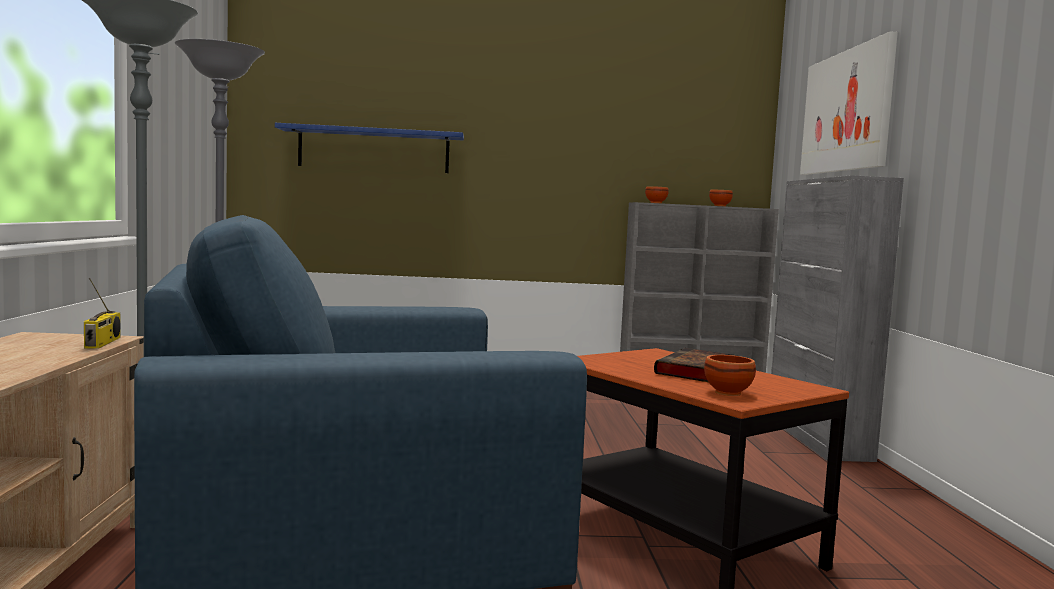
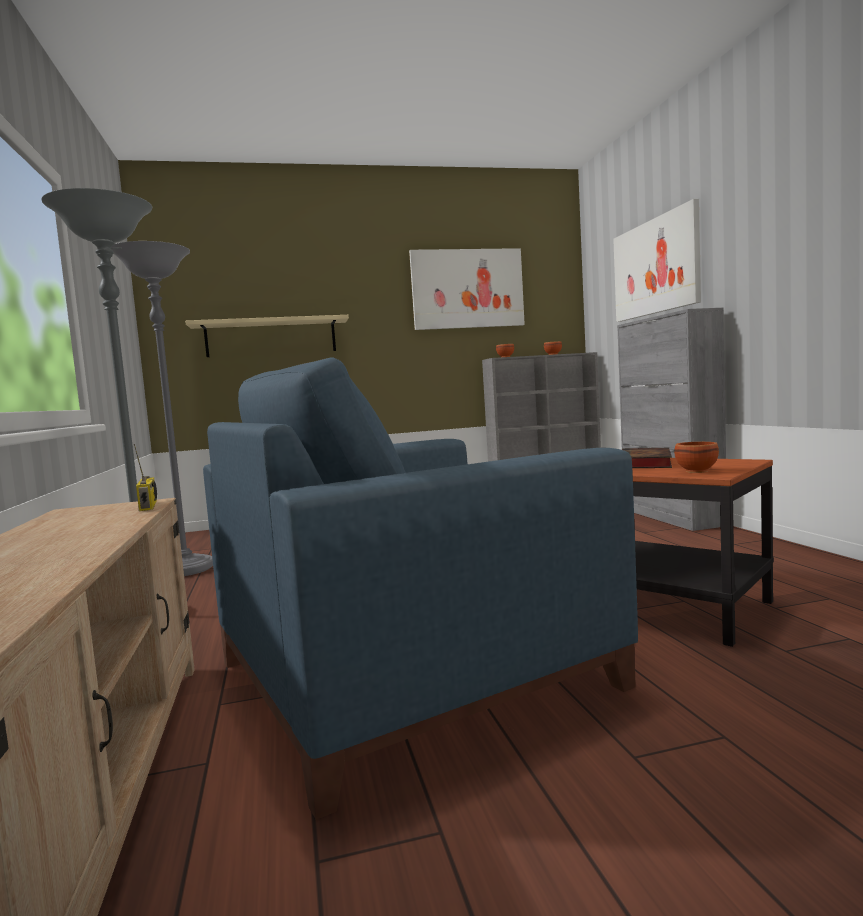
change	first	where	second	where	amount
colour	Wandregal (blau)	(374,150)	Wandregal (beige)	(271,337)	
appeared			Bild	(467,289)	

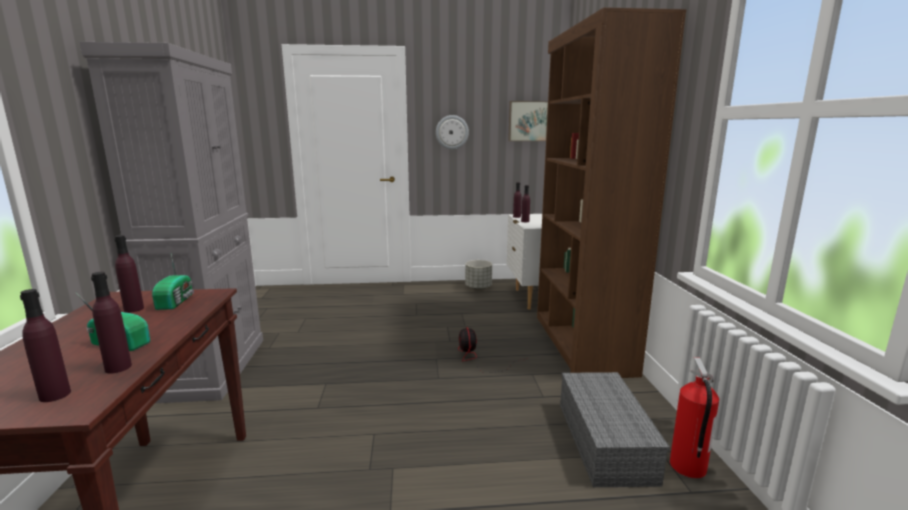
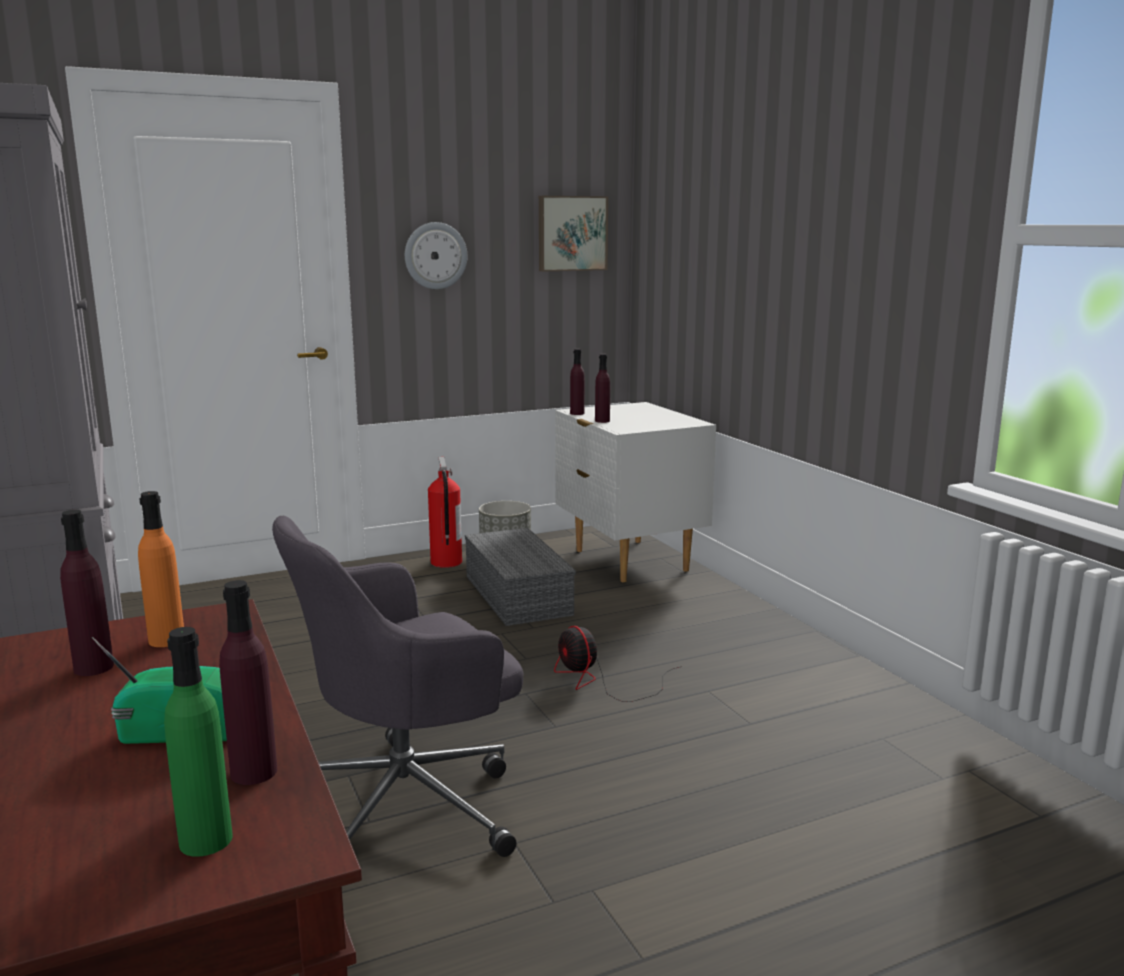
change	first	where	second	where	amount
exchanged	Radio	(177,301)	Flasche (orange)	(166,640)	
colour	Flasche (lila)	(55,395)	Flasche (grün)	(205,840)	
appeared			Bürostuhl (grau)	(408,805)	
relocated	Feuerlöscher	(687,467)		(445,563)	
relocated	Aufbewahrungsbox (grau)	(602,440)		(515,594)	
missing	Bücherregal (braun)	(581,343)			

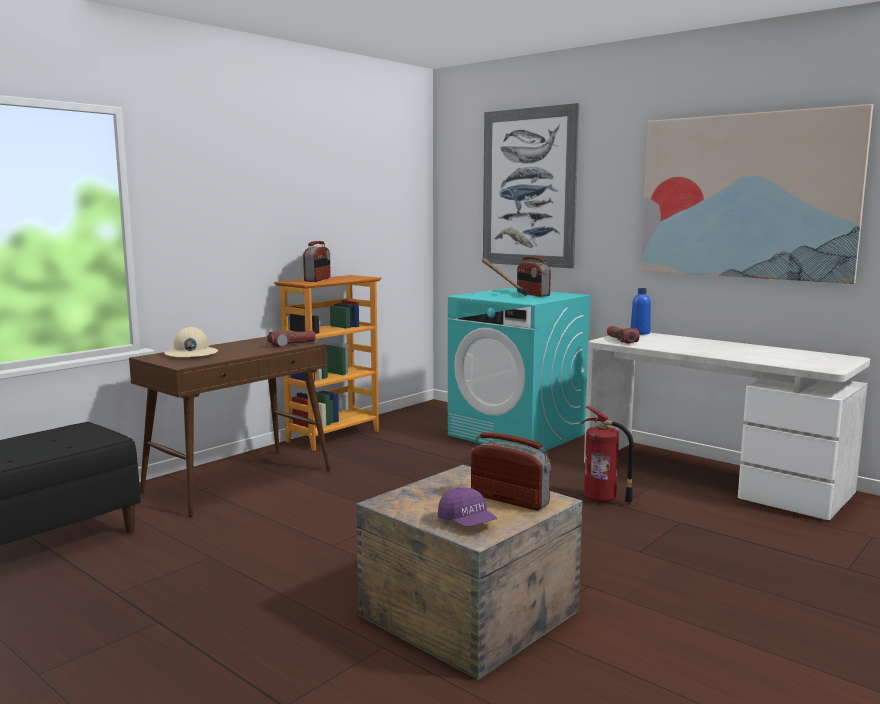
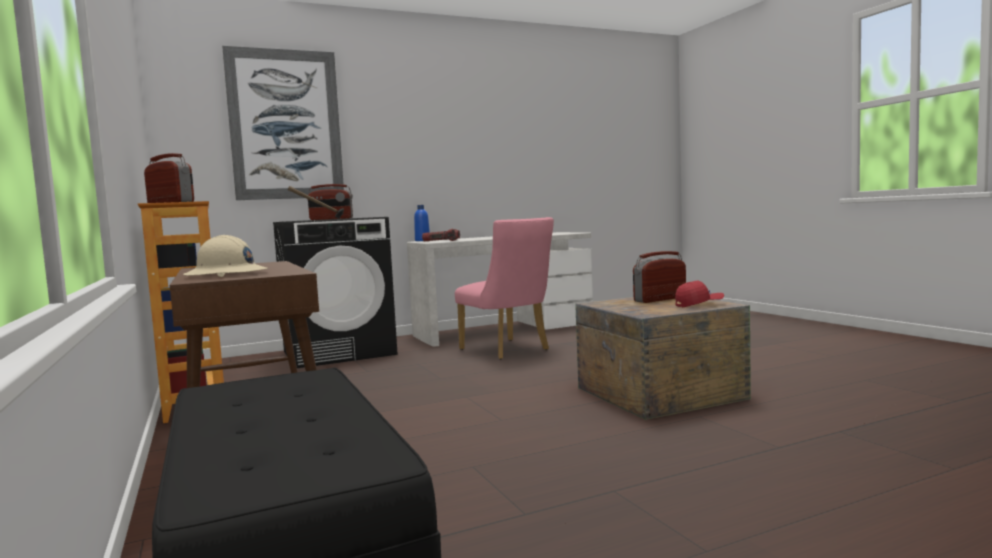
change	first	where	second	where	amount
colour	Waschmaschine (türkis)	(517,435)	Waschmaschine (schwarz)	(339,353)	
exchanged	Feuerlöscher	(602,500)	Stuhl (rosa)	(508,350)	
colour	Kappe (lila)	(467,523)	Kappe (rot)	(699,305)	
missing	Taschenlampe	(292,345)			
missing	Bild	(746,196)			

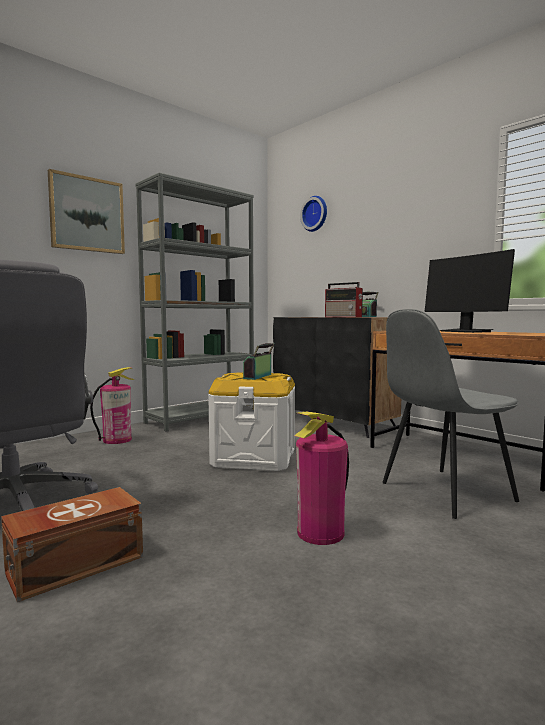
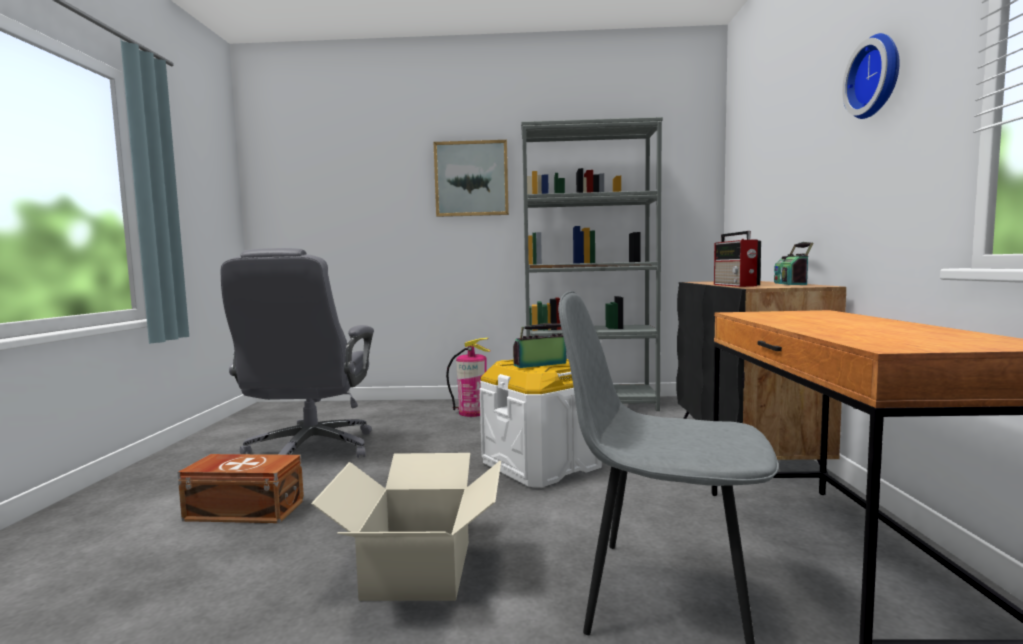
change	first	where	second	where	amount
exchanged	Feuerlöscher	(320,533)	Karton	(417,569)	
relocated	Wanduhr	(315,214)		(877,77)	
missing	Monitor	(465,331)			

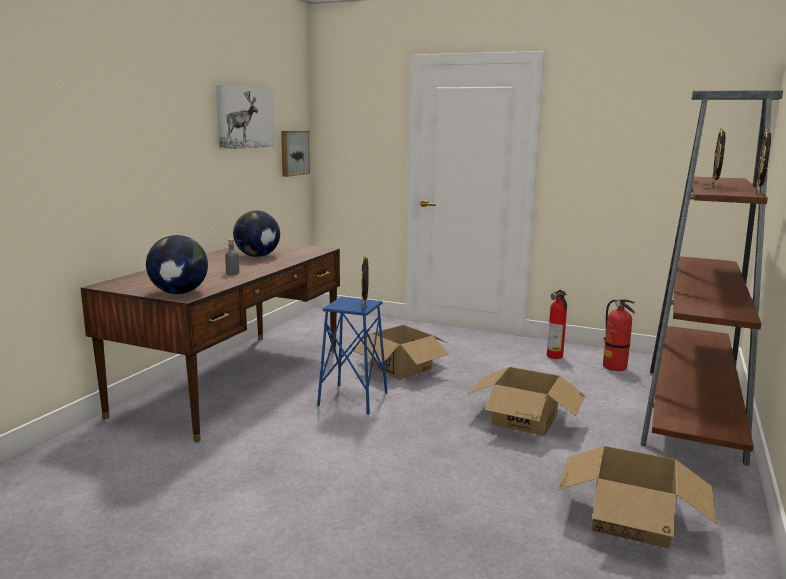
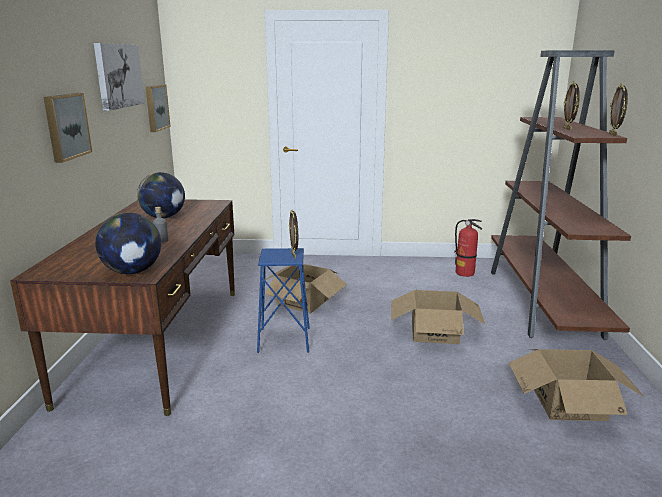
change	first	where	second	where	amount
appeared			Bild	(65,126)	
missing	Feuerlöscher	(555,356)			

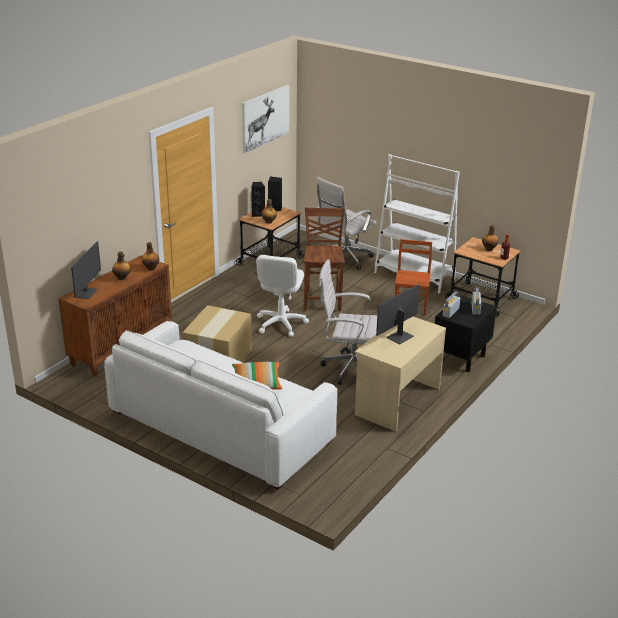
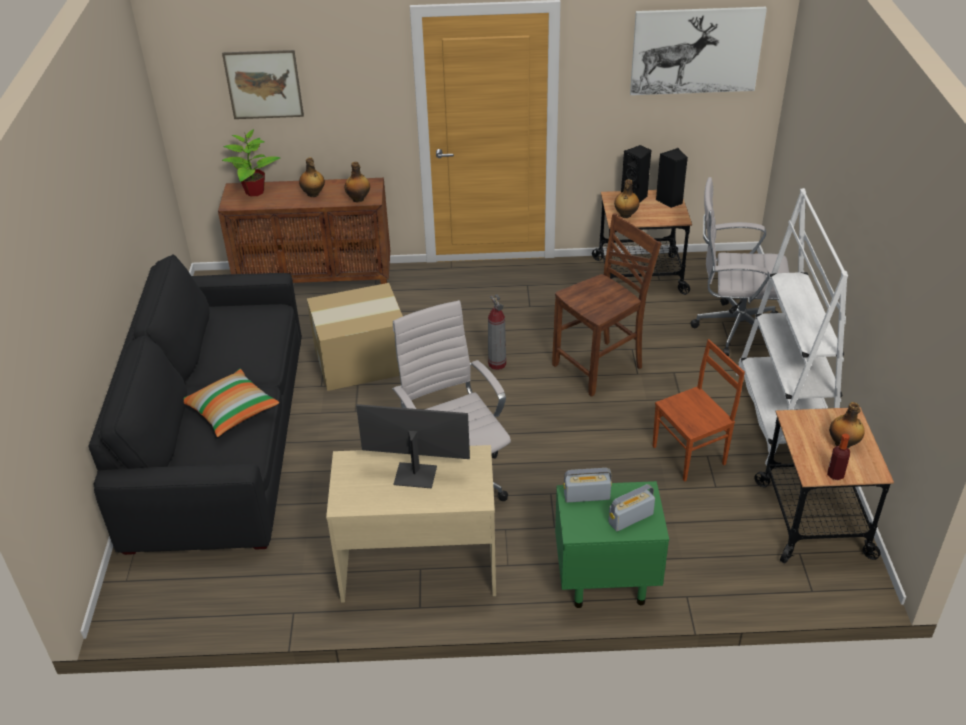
change	first	where	second	where	amount
colour	Sofa (weiß)	(220,426)	Sofa (schwarz)	(219,437)	
appeared			Bild	(263,84)	
exchanged	Monitor	(86,293)	Topfpflanze	(254,191)	
exchanged	Bürostuhl (weiß)	(280,323)	Feuerlöscher	(497,364)	
colour	Nachttisch (schwarz)	(460,358)	Nachttisch (grün)	(604,580)	

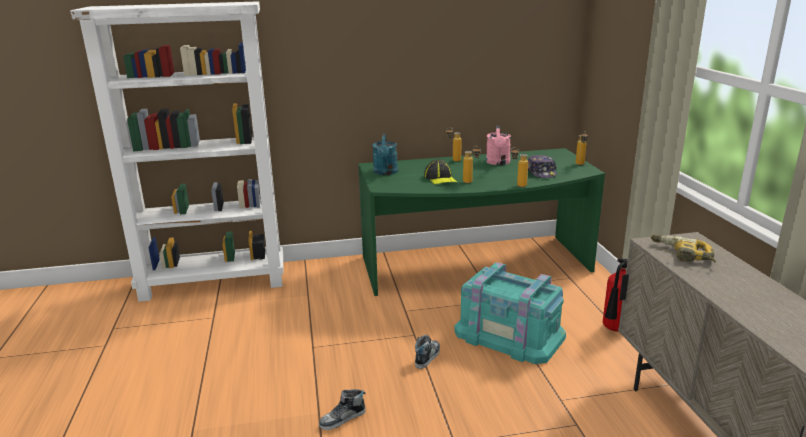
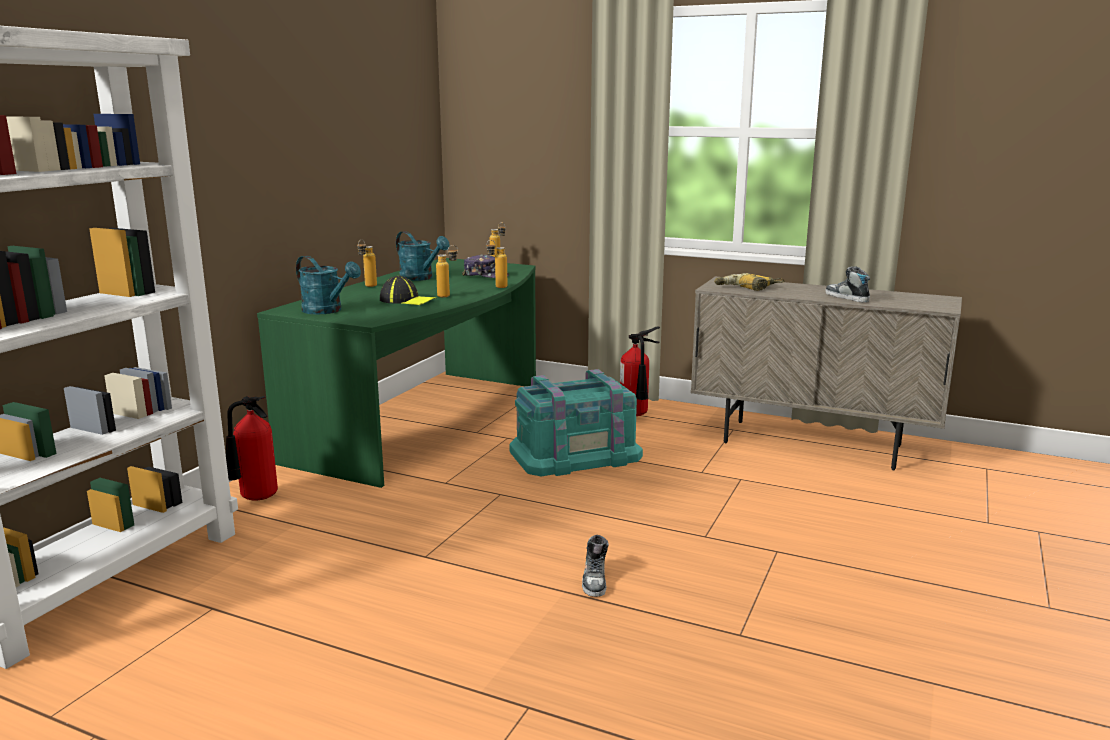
change	first	where	second	where	amount
appeared			Feuerlöscher	(255,499)	
colour	Gießkanne (rosa)	(498,163)	Gießkanne (türkis)	(421,278)	
relocated	Schuh	(427,357)		(846,297)	

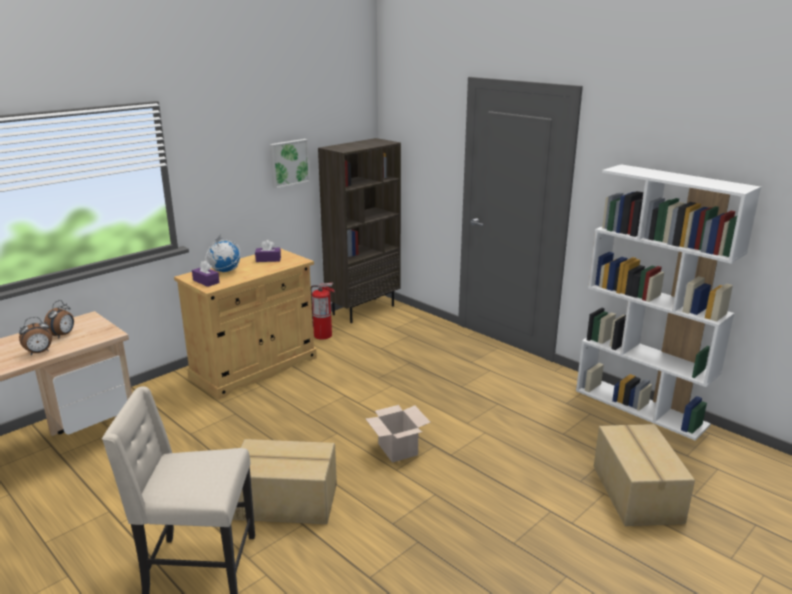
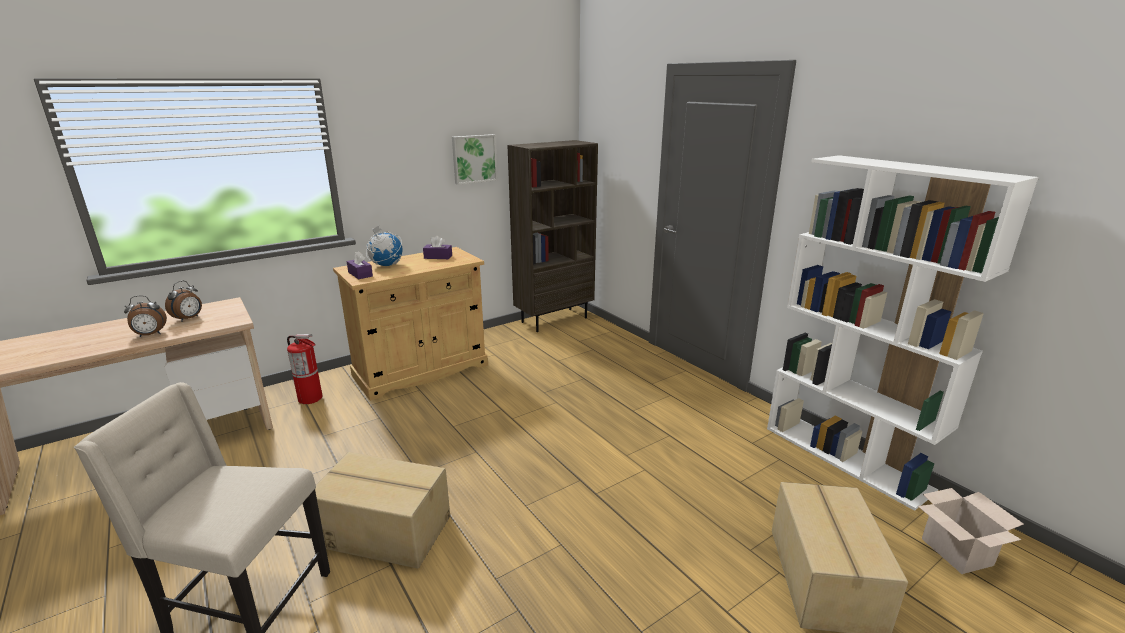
change	first	where	second	where	amount
relocated	Feuerlöscher	(323,335)		(310,398)	
relocated	Karton	(396,449)		(954,551)	

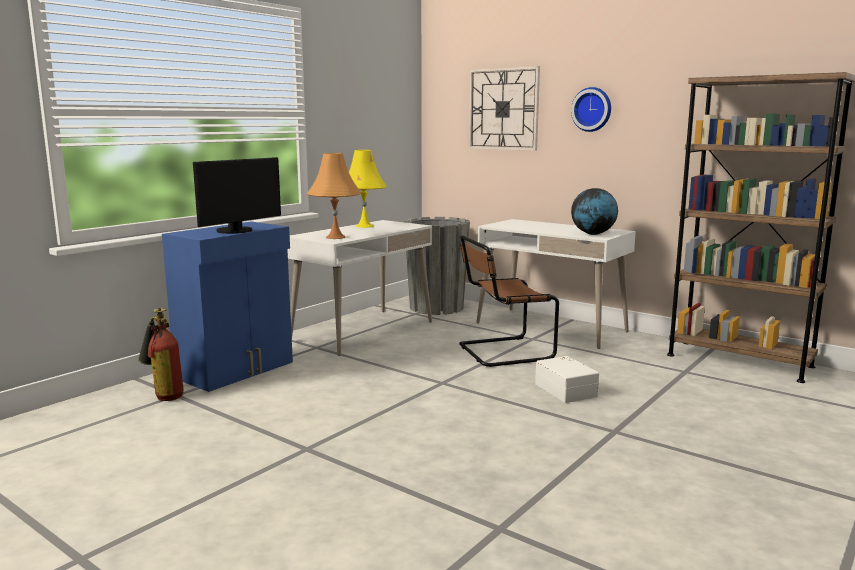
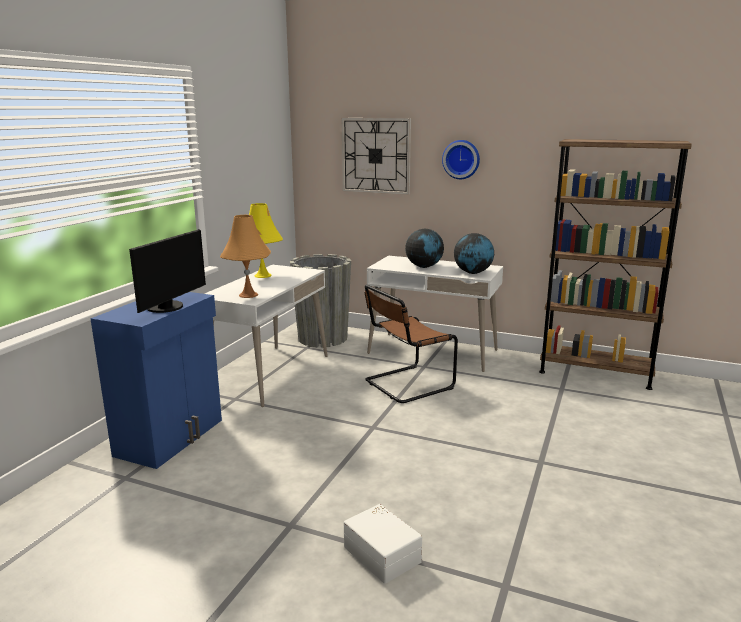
change	first	where	second	where	amount
relocated	Aufbewahrungsbox (weiß)	(567,390)		(383,553)	
appeared			Globus	(424,266)	
missing	Feuerlöscher	(163,394)			

